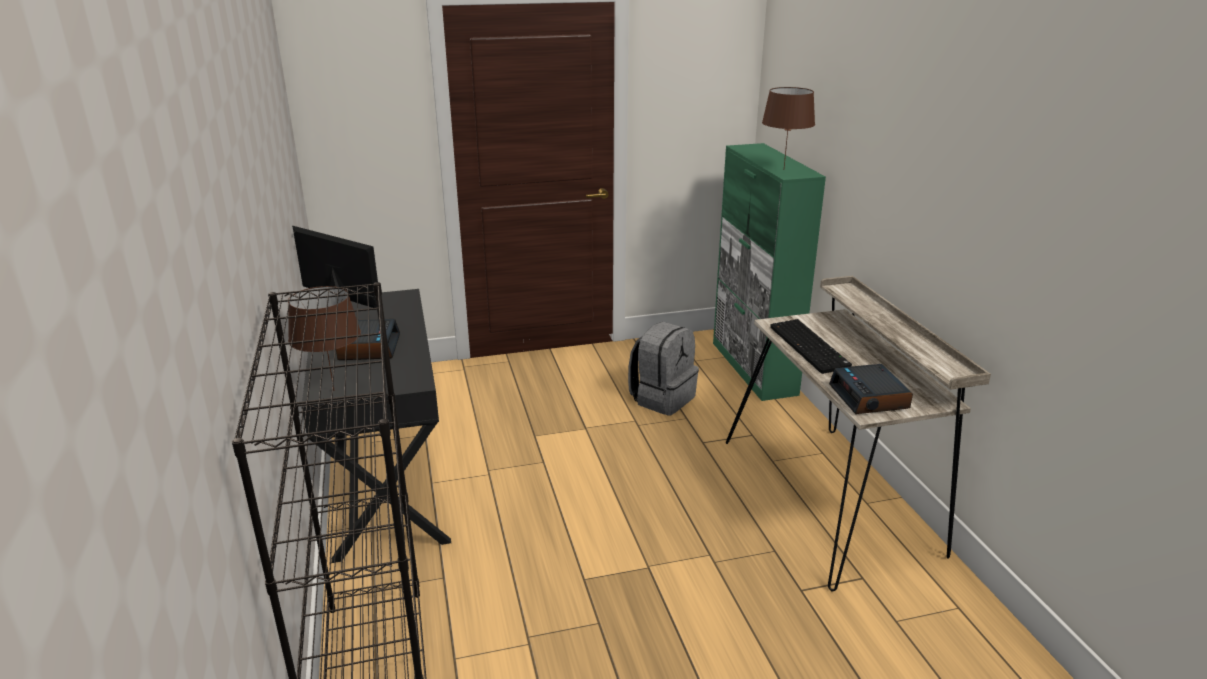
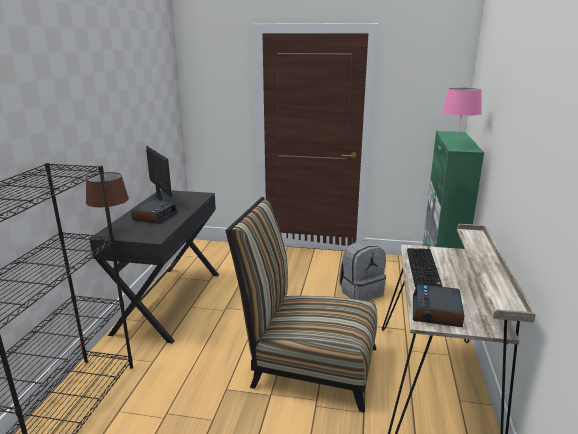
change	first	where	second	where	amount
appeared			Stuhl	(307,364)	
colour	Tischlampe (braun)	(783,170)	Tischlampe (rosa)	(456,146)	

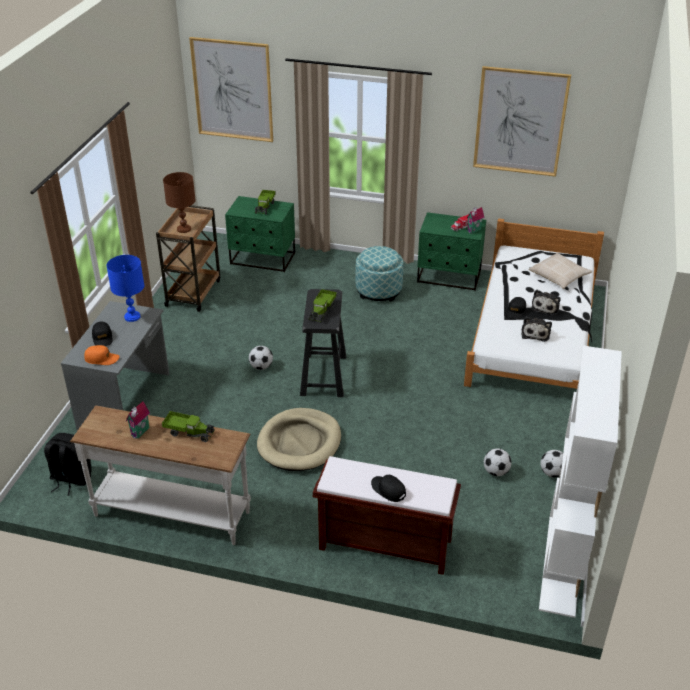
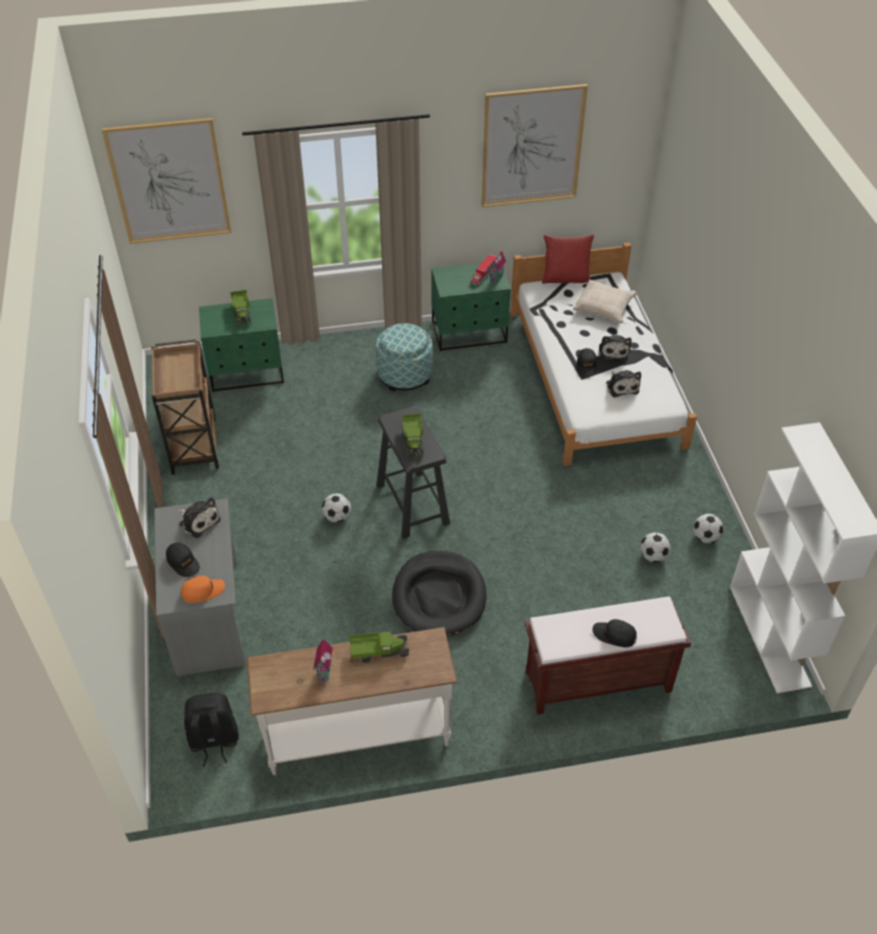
change	first	where	second	where	amount
exchanged	Tischlampe (blau)	(132,316)	Plüschtier	(198,521)	
colour	Hundebett (beige)	(300,442)	Hundebett (schwarz)	(439,596)	
appeared			Kissen (rot)	(565,278)	
missing	Tischlampe (braun)	(184,229)			

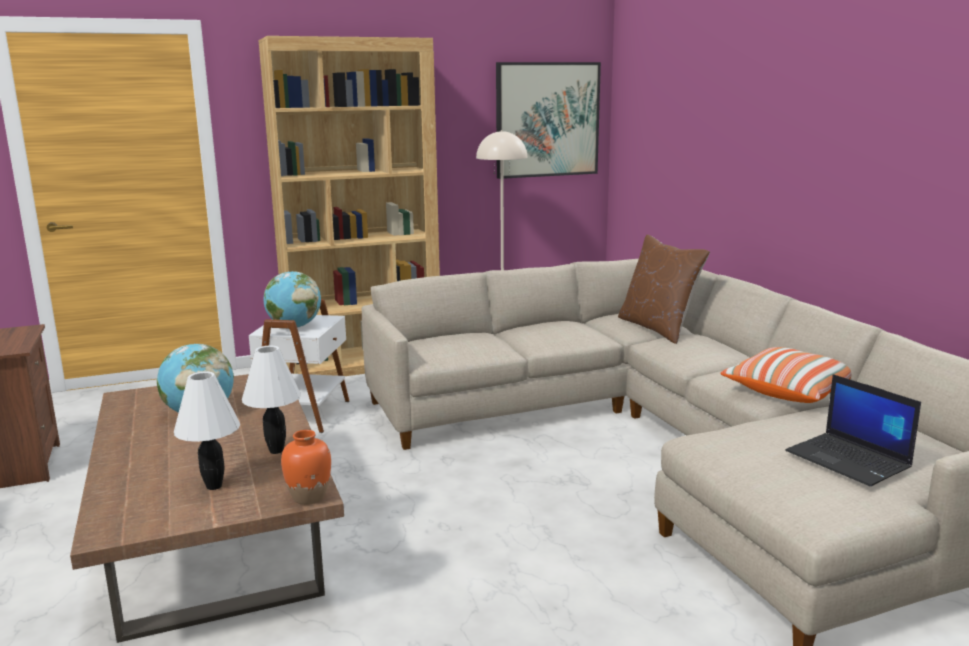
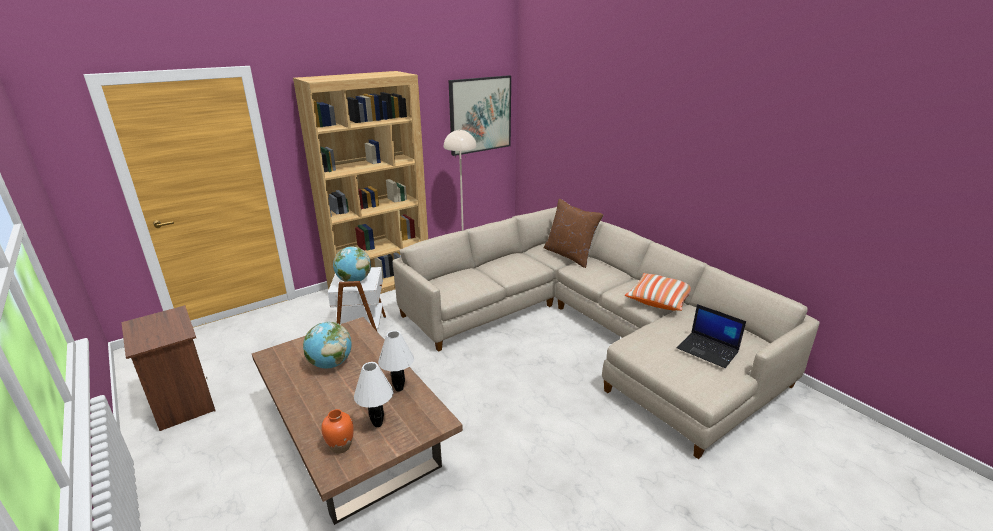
change	first	where	second	where	amount
relocated	Vase (orange)	(309,497)		(341,446)	

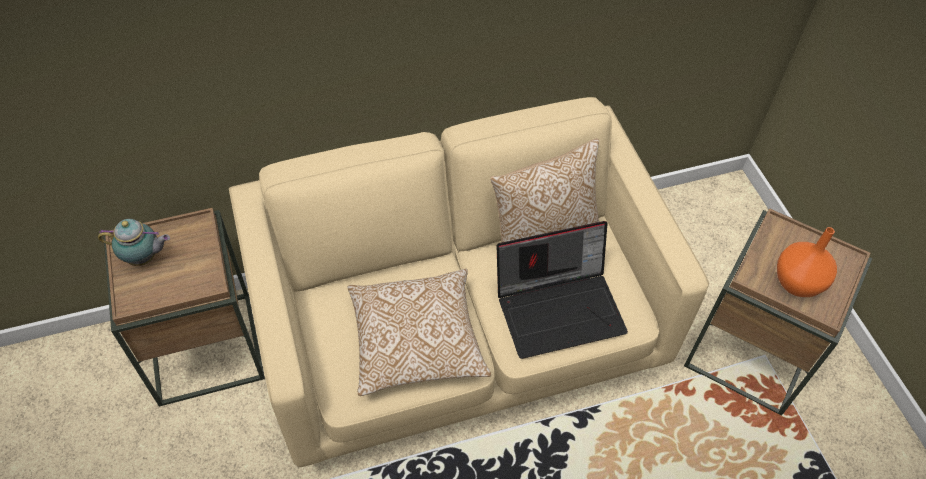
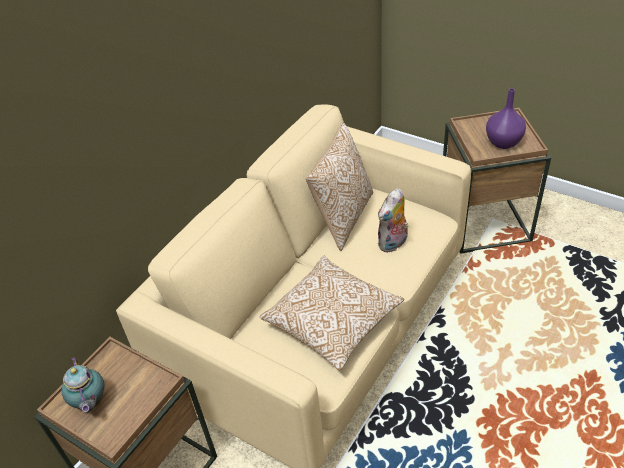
change	first	where	second	where	amount
spun	Teekanne	(144,258)		(90,403)	105 degrees clockwise
exchanged	Laptop	(560,307)	Plüschtier	(393,244)	
colour	Vase (orange)	(798,283)	Vase (lila)	(503,142)	

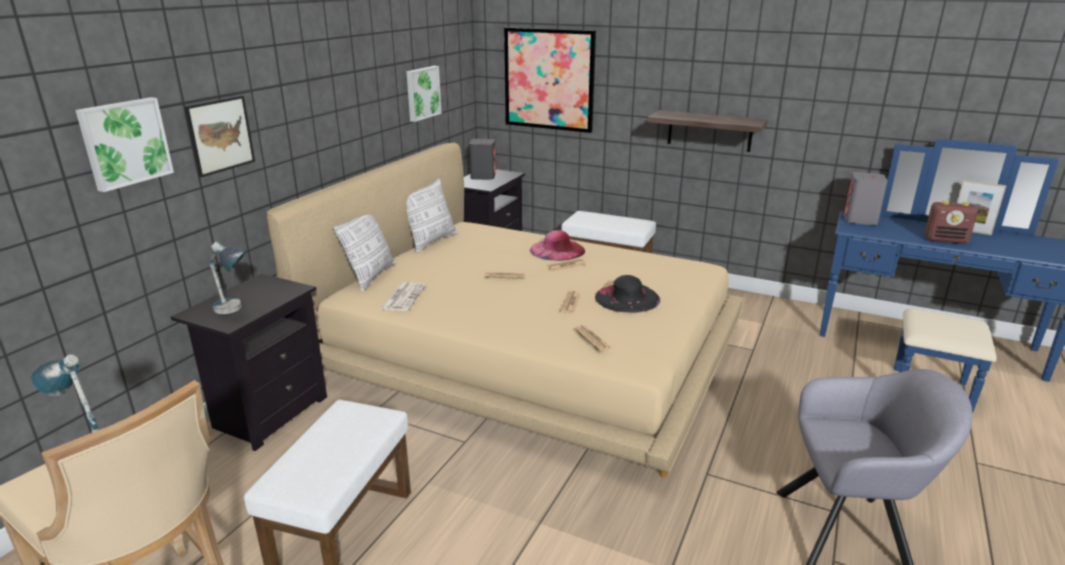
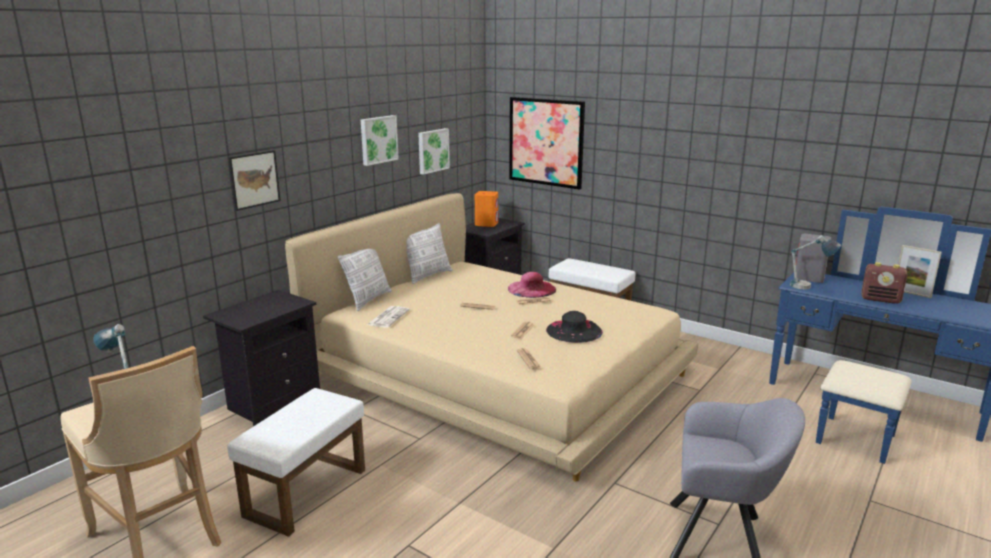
change	first	where	second	where	amount
relocated	Bild	(124,143)		(378,139)	
colour	Lautsprecher (grau)	(483,176)	Lautsprecher (orange)	(486,224)	
relocated	Tischlampe	(233,311)		(808,288)	
missing	Wandregal	(709,131)			

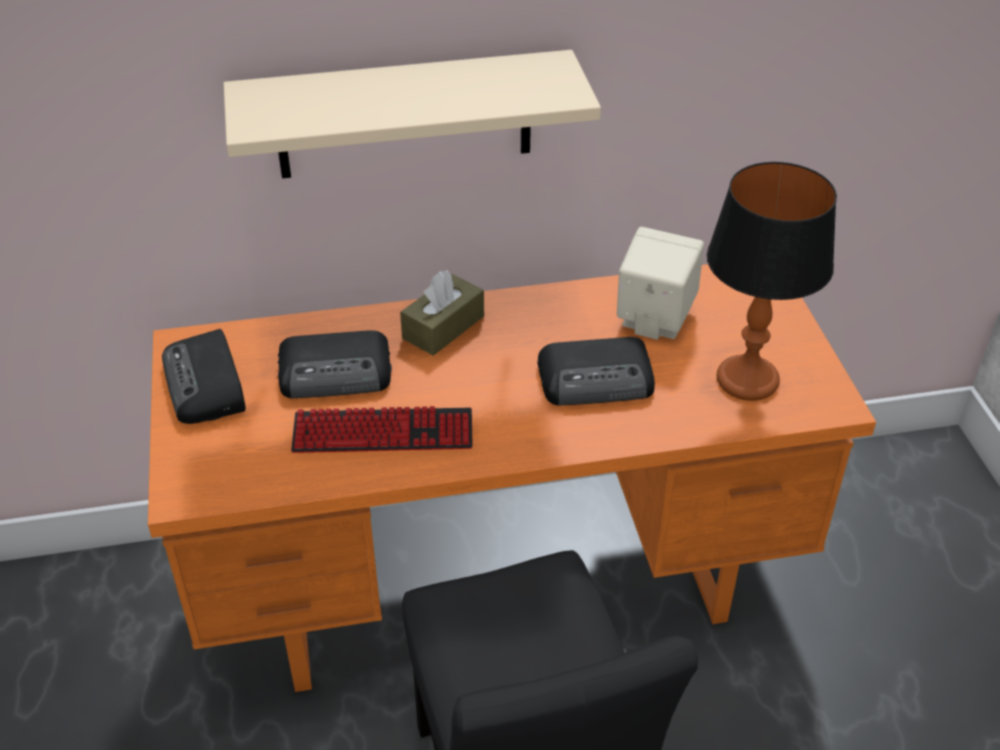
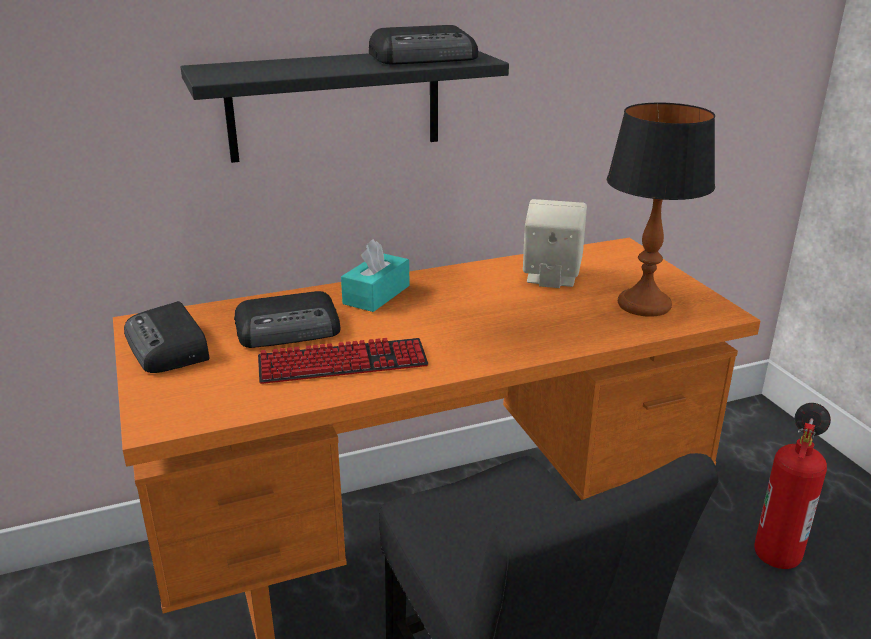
change	first	where	second	where	amount
colour	Wandregal (beige)	(404,115)	Wandregal (schwarz)	(335,104)	
colour	Taschentuchbox (braun)	(443,327)	Taschentuchbox (türkis)	(376,295)	
relocated	Radio	(598,380)		(425,58)	
appeared			Feuerlöscher	(784,528)	

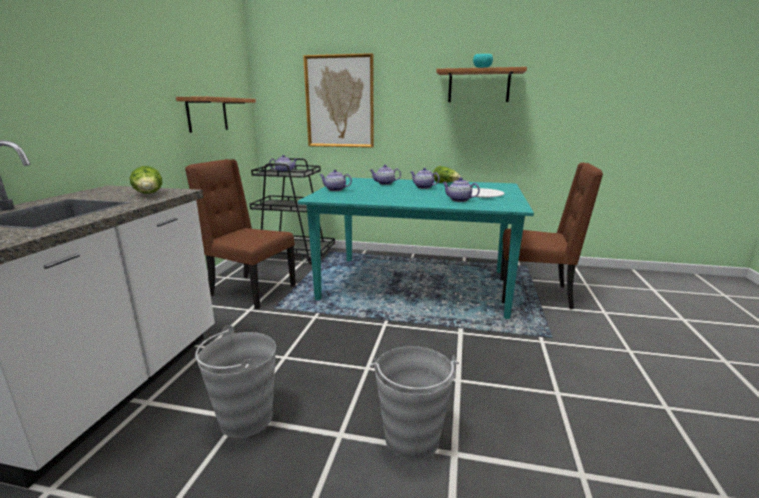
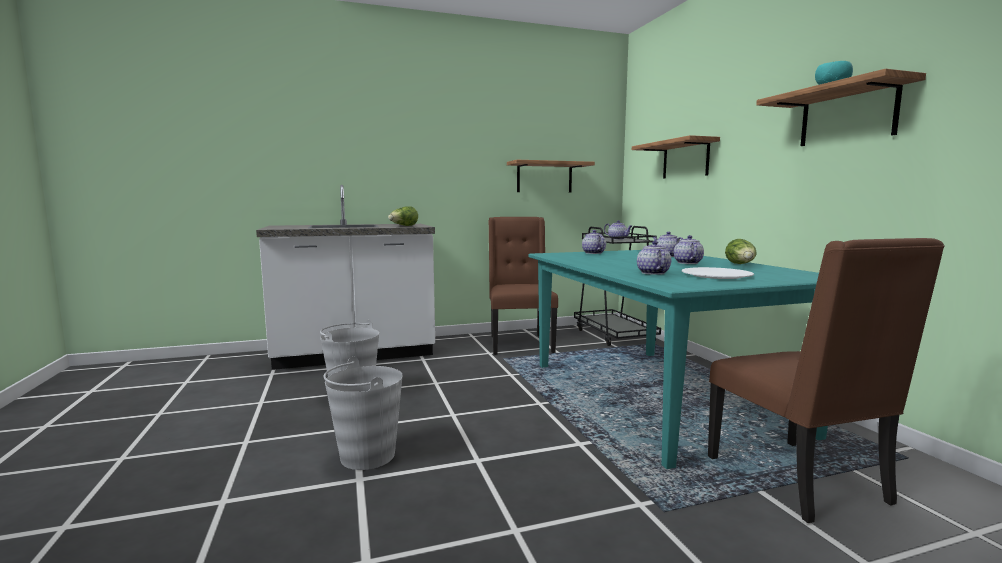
change	first	where	second	where	amount
exchanged	Bild	(340,102)	Wandregal	(685,159)	

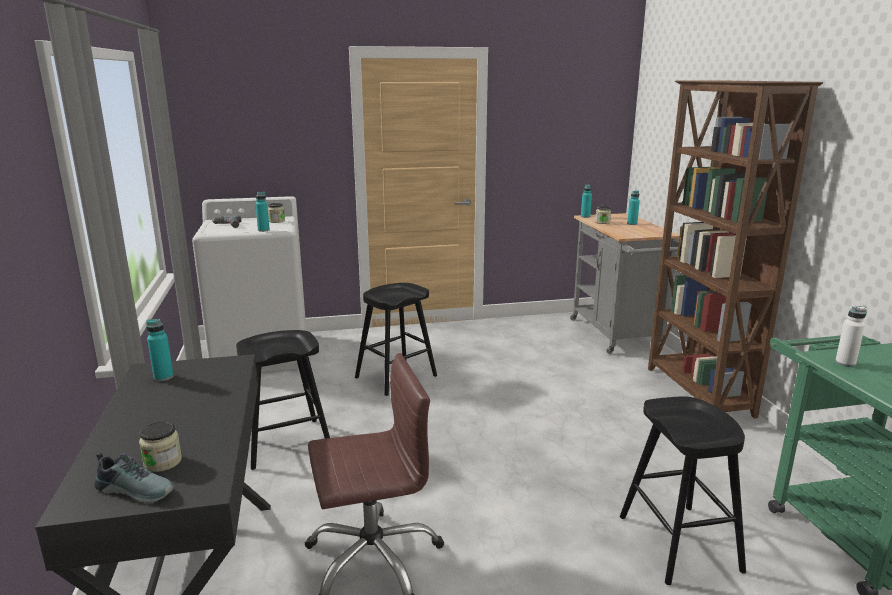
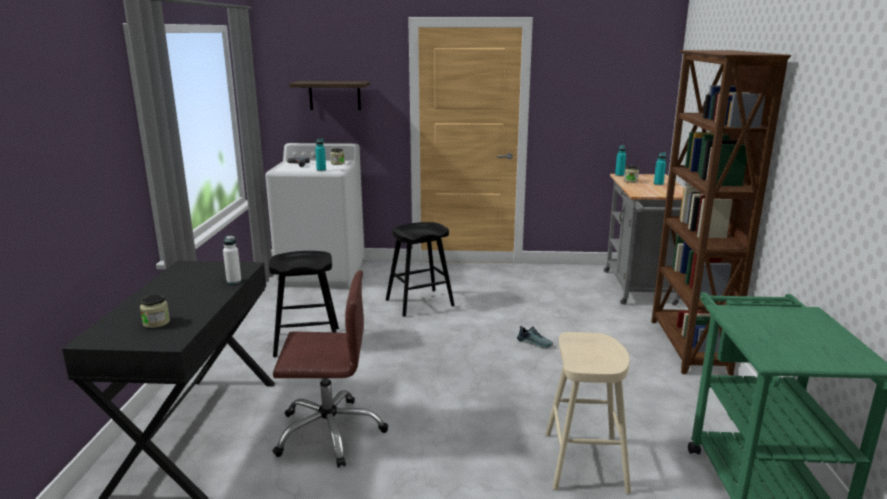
change	first	where	second	where	amount
relocated	Flasche (weiß)	(845,363)		(234,281)	
appeared			Wandregal	(334,95)	
relocated	Schuh	(137,489)		(535,343)	
colour	Hocker (schwarz)	(678,543)	Hocker (beige)	(585,461)	
missing	Flasche (türkis)	(163,377)			

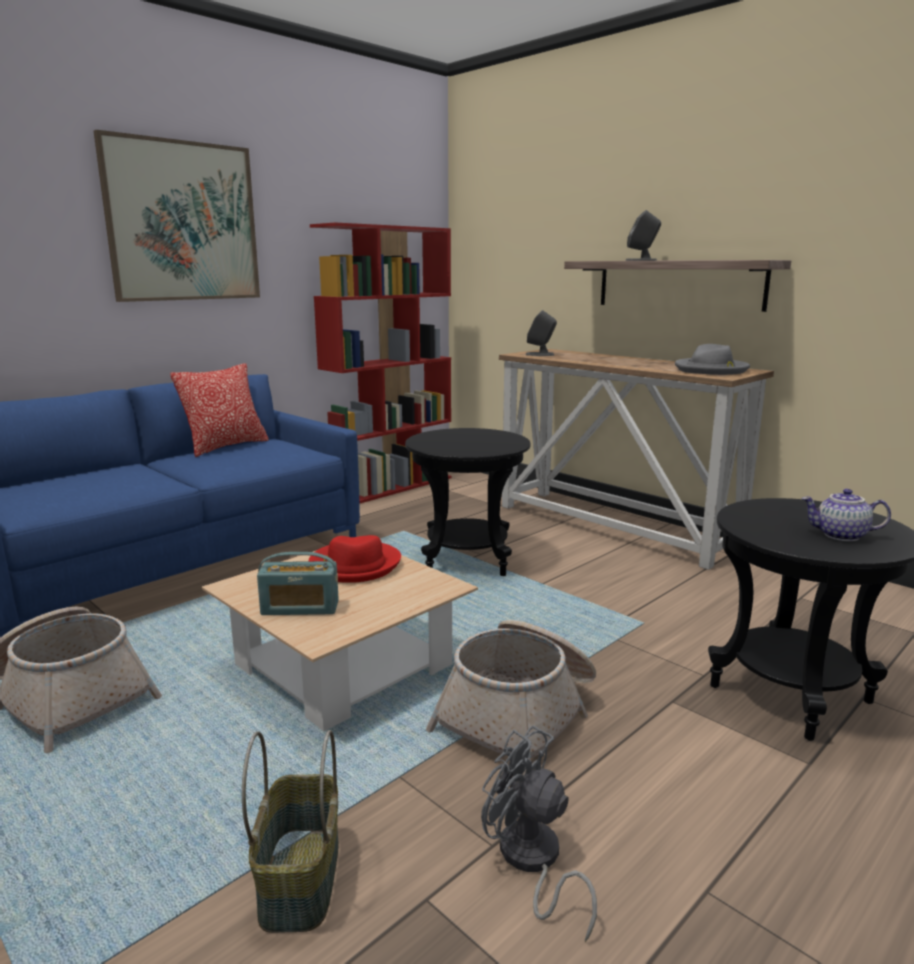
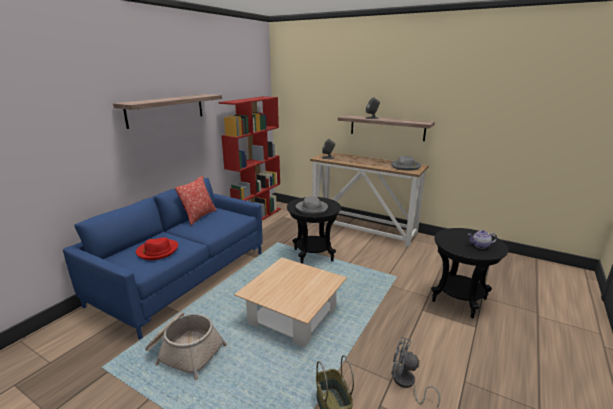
change	first	where	second	where	amount
exchanged	Bild	(183,222)	Wandregal	(166,110)	
relocated	Hut (rot)	(354,565)		(157,251)	
appeared			Hut (grau)	(312,208)	
missing	Radio	(300,608)			
missing	Korb	(520,714)			

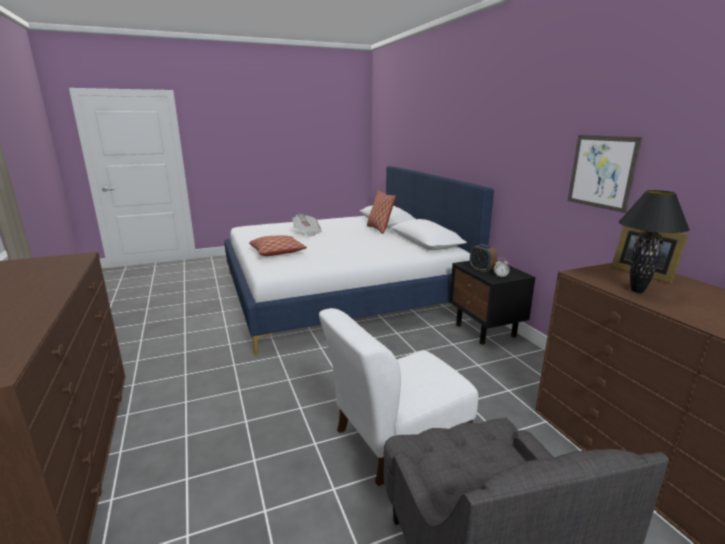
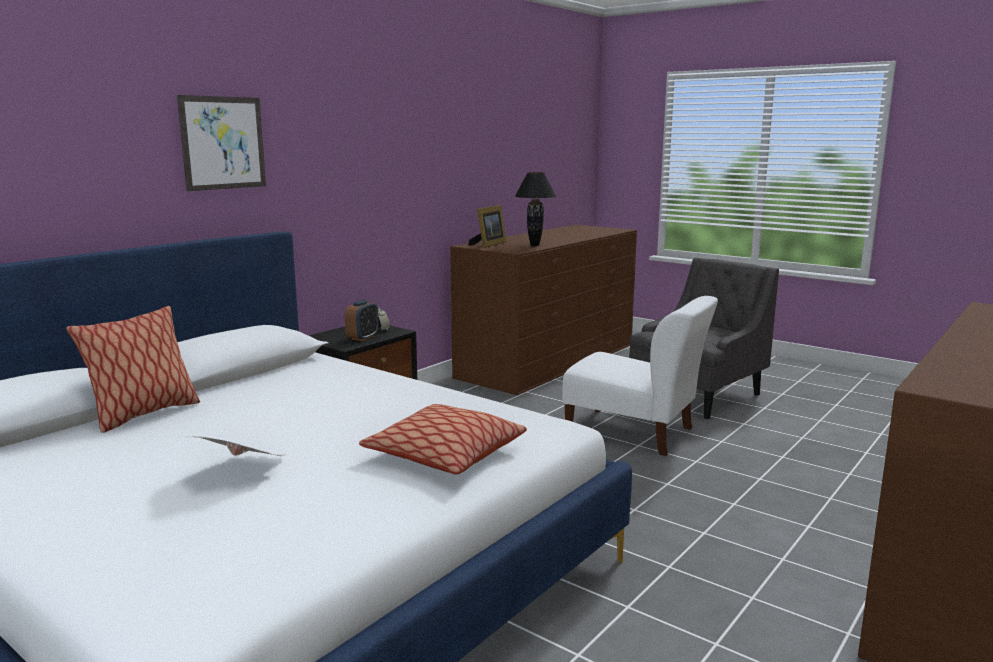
change	first	where	second	where	amount
relocated	Bild	(602,172)		(223,143)	

